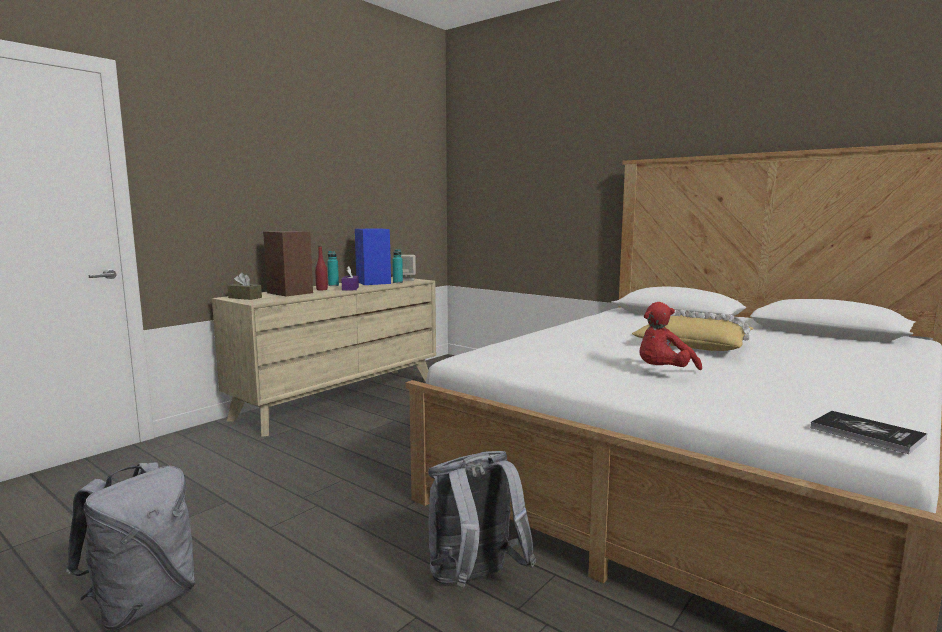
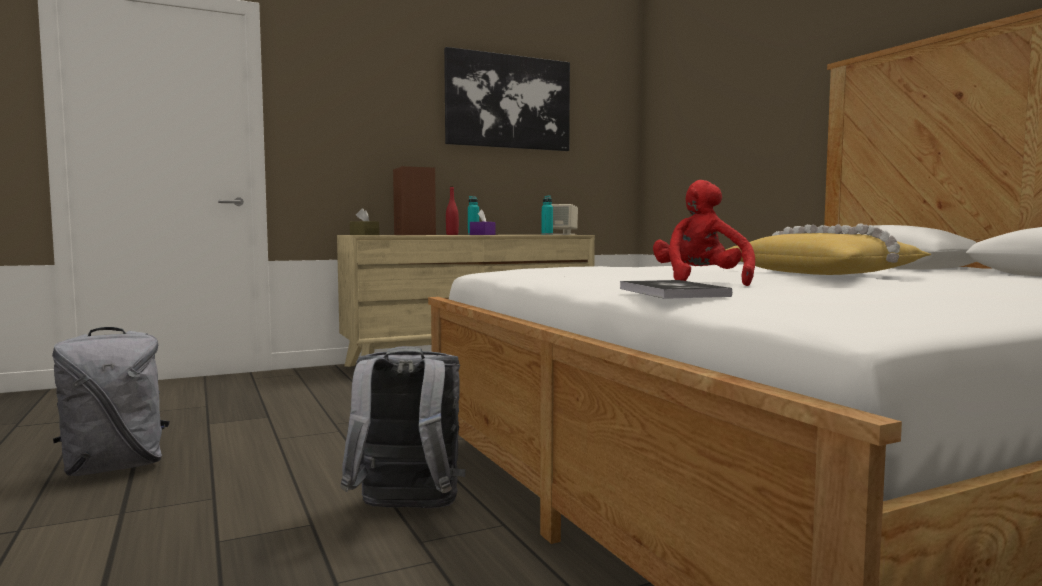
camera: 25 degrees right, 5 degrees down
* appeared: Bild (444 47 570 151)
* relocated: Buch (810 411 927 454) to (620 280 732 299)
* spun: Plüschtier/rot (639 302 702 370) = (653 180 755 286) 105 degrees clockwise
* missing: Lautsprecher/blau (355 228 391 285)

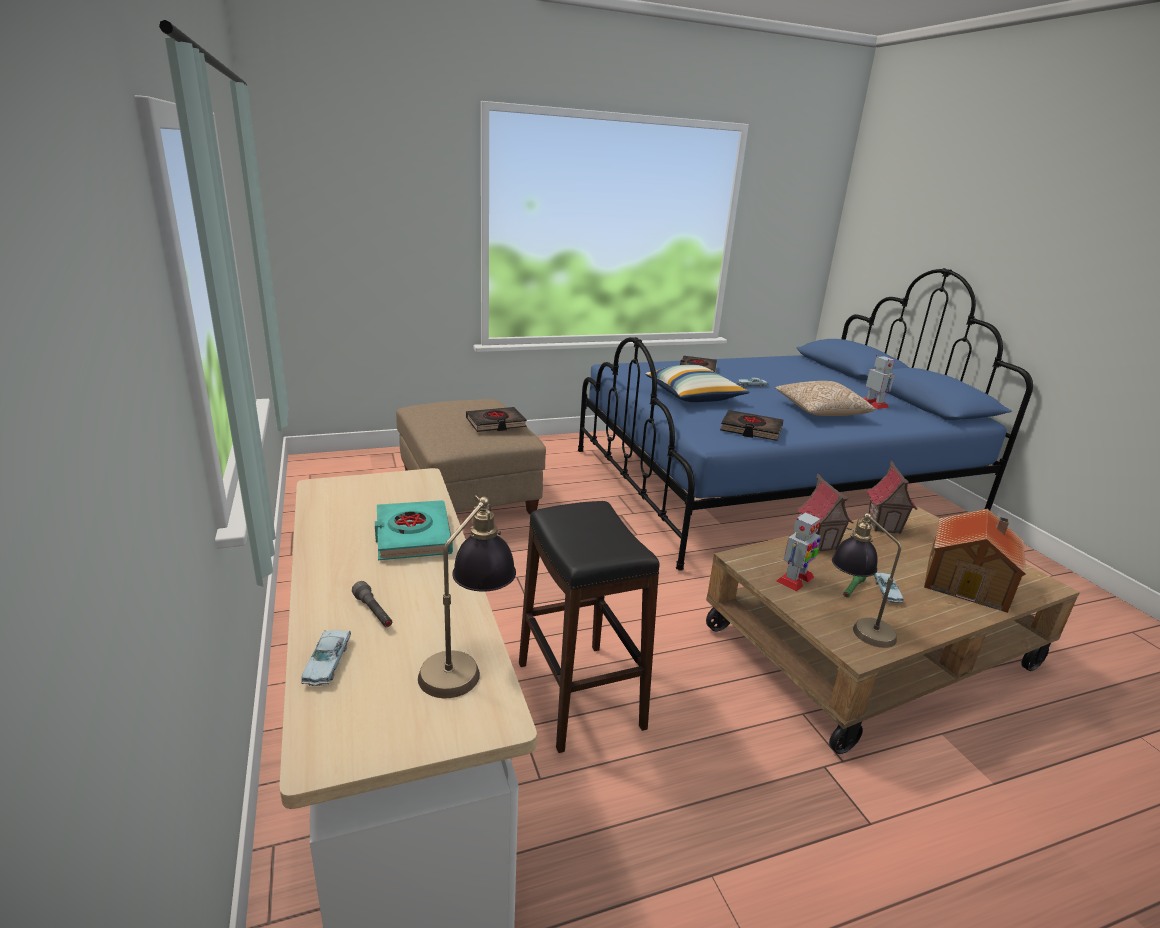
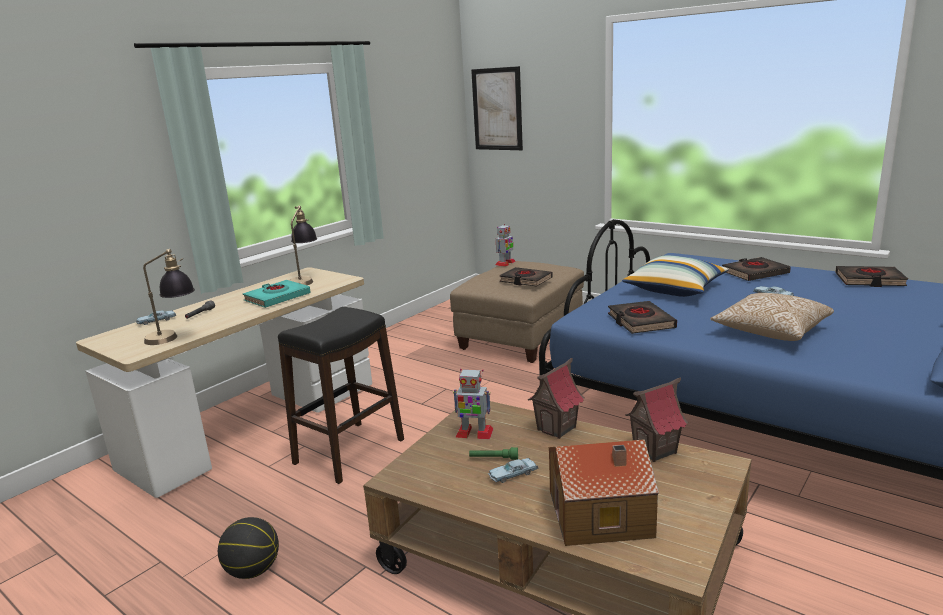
camera: 60 degrees right, 5 degrees down
* appeared: Basketball (218 517 279 579)
* relocated: Tischlampe (832 513 901 648) to (289 206 317 285)
* appeared: Bild (471 66 523 150)
* relocated: Spielzeugroboter (863 355 895 409) to (495 224 516 267)
* appeared: Buch/schwarz (835 266 908 287)

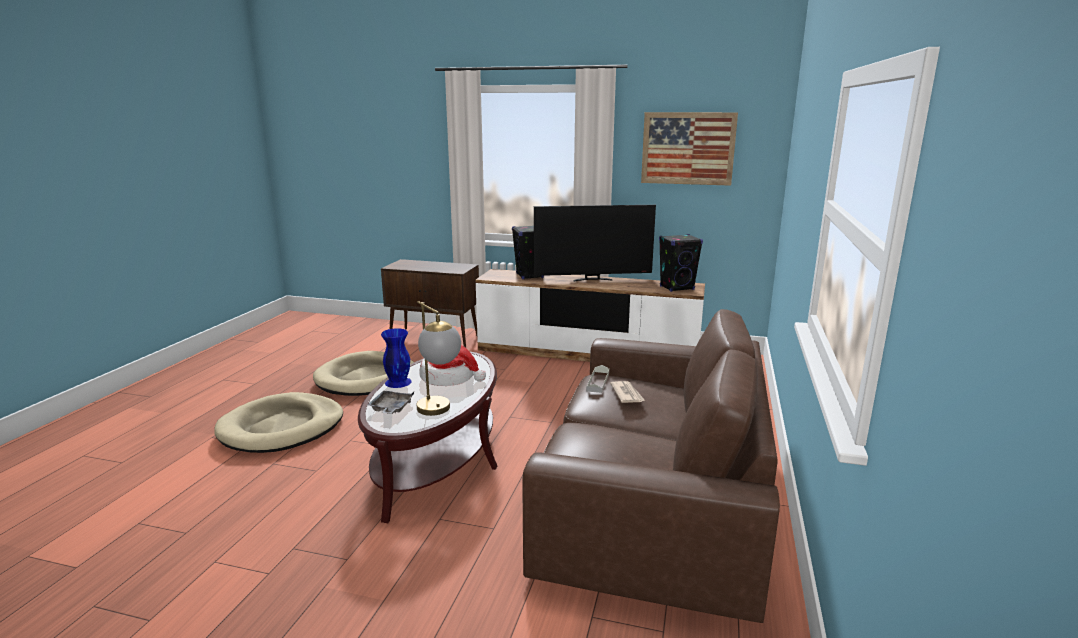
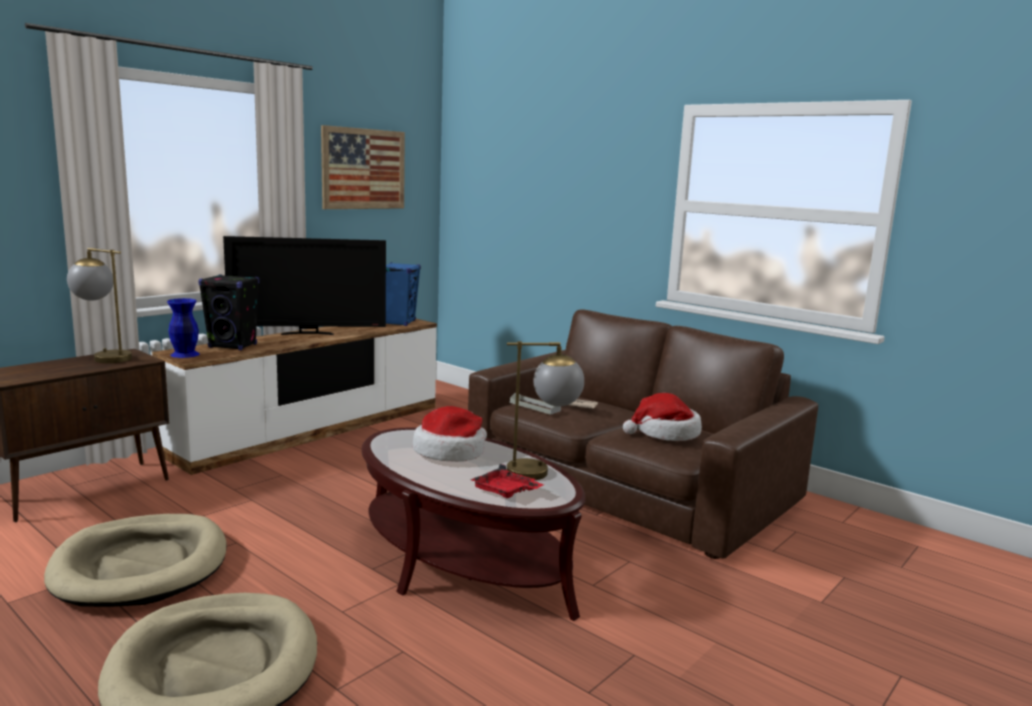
camera: 65 degrees left, 5 degrees down
* appeared: Tischlampe (67 248 132 363)
* relocated: Vase/blau (381 328 412 388) to (167 298 200 358)
* spun: Fernseher (534 205 656 281) = (223 236 386 335) 60 degrees clockwise
* colour: Lautsprecher/schwarz (659 234 703 292) to Lautsprecher/blau (386 262 421 326)
* colour: Tablett/grau (367 391 414 414) to Tablett/rot (471 464 544 498)
* appeared: Hut (623 393 702 441)

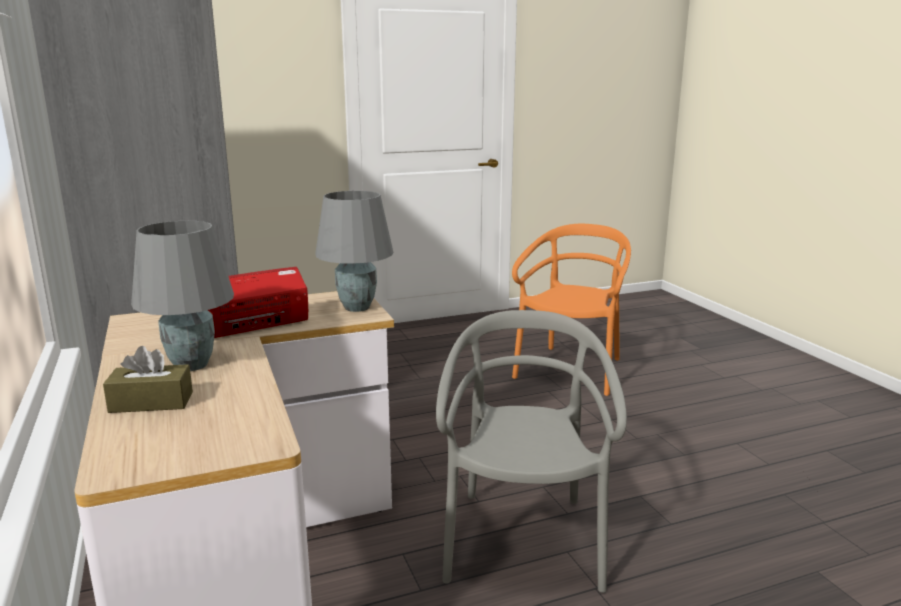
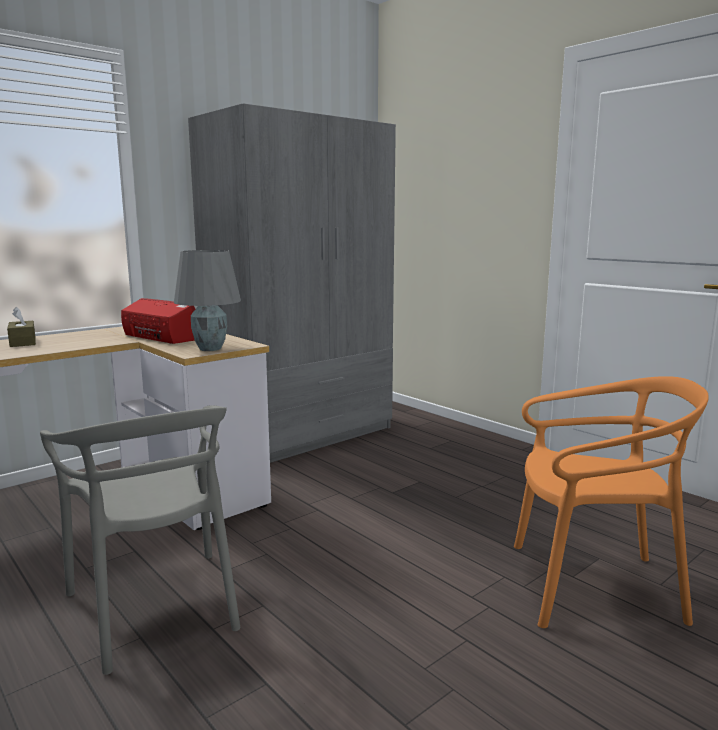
camera: 70 degrees right, 5 degrees down
* spun: Stuhl/grau (436 310 627 593) = (40 405 240 675) 75 degrees clockwise
* missing: Tischlampe/grau (131 221 234 371)

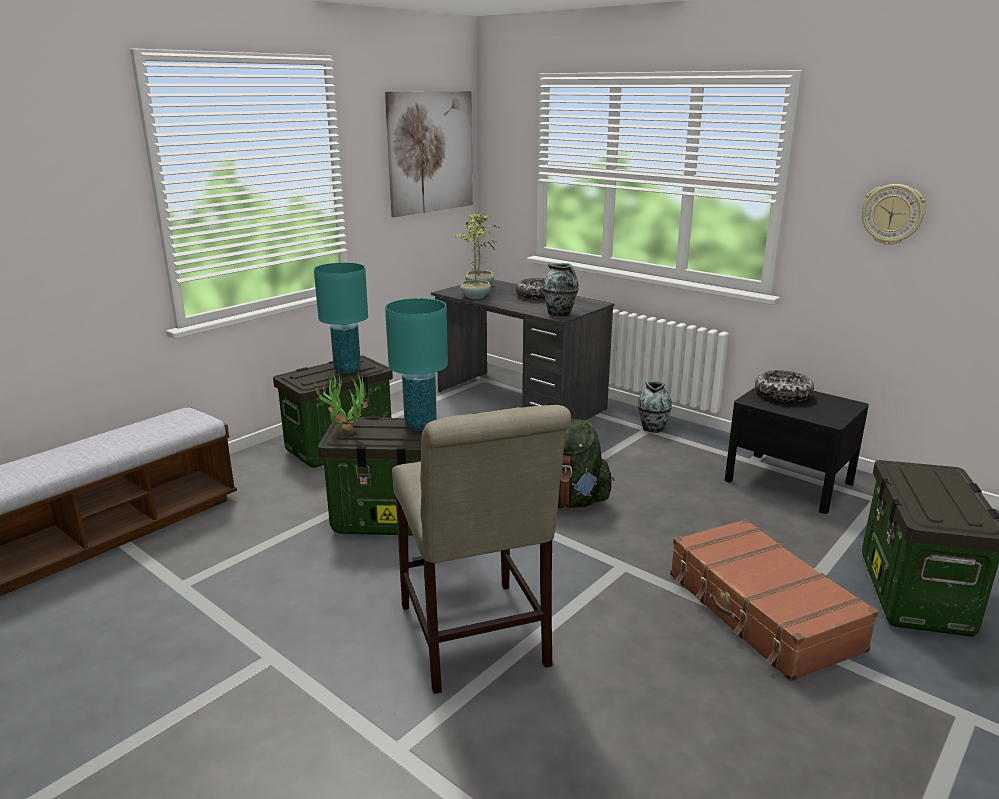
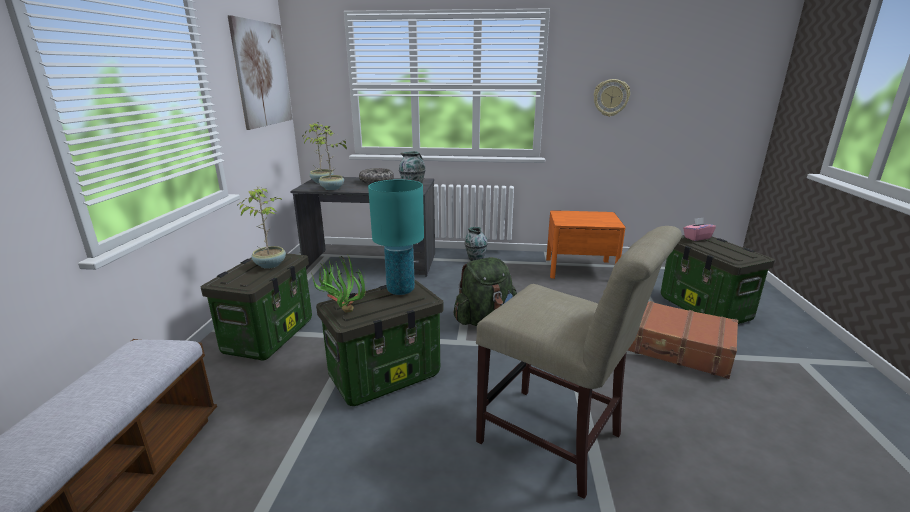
camera: 35 degrees left, 0 degrees up
* exchanged: Tischlampe/türkis (314 262 368 373) to Topfpflanze (237 188 286 269)
* colour: Nachttisch/schwarz (725 388 869 514) to Nachttisch/orange (546 210 626 279)
* appeared: Taschentuchbox/rosa (683 217 716 241)
* missing: Schüssel (755 370 814 402)

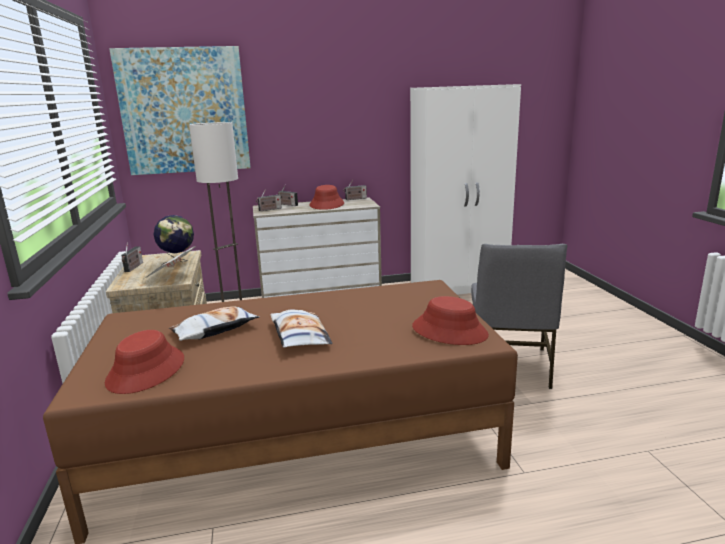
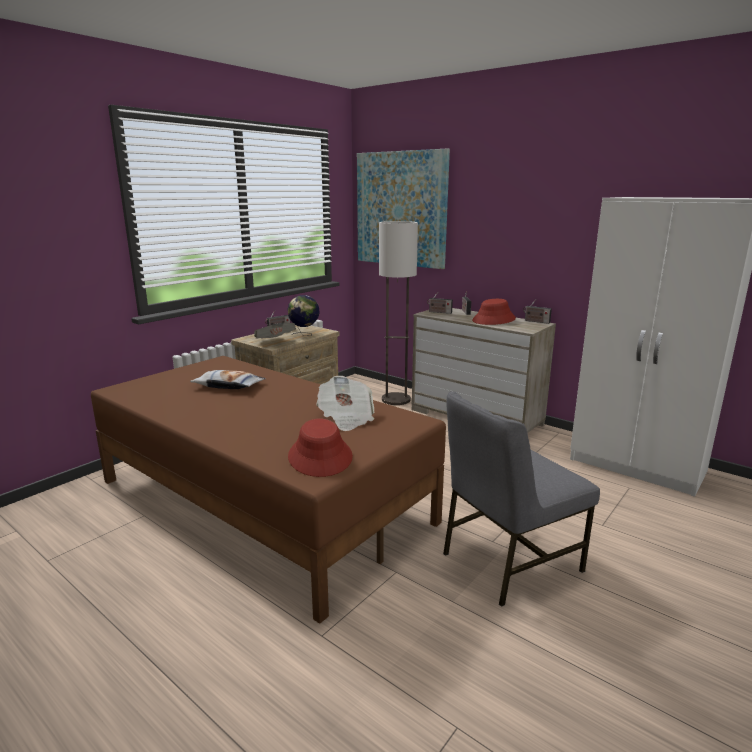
camera: 50 degrees right, 0 degrees up
* appeared: Zeitung (316 376 374 431)
* missing: Hut/rot (105 330 184 394)
* missing: Kissen (270 309 333 348)

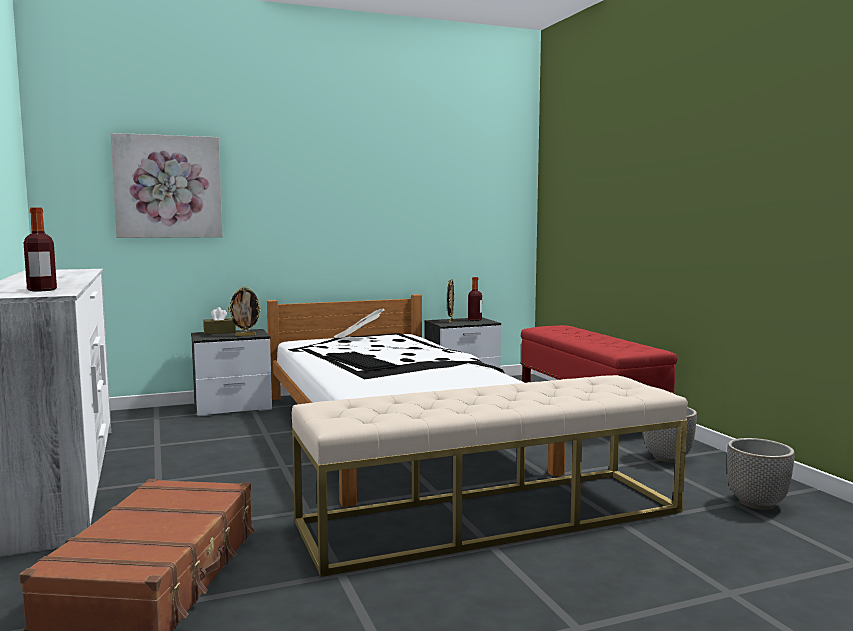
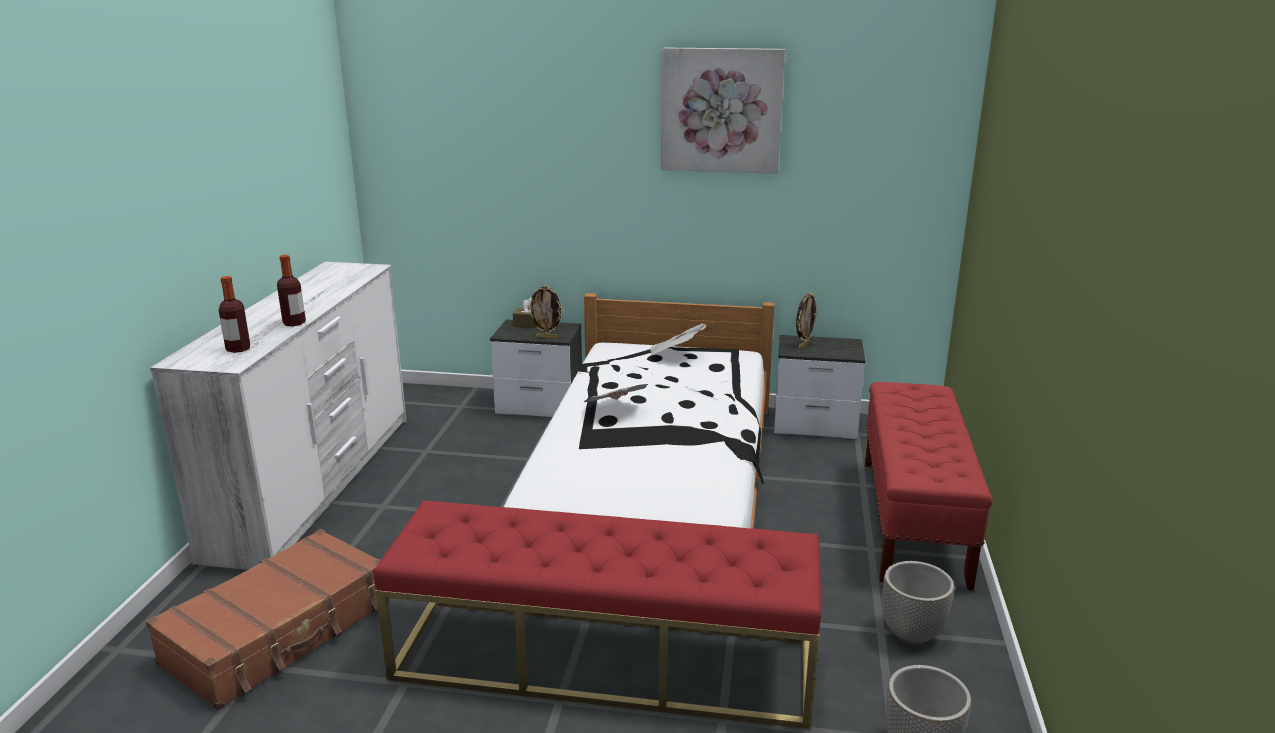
camera: 30 degrees right, 15 degrees up
* relocated: Flasche (468 277 482 321) to (277 255 306 326)
* colour: Bank/beige (292 375 688 577) to Bank/rot (373 500 821 729)
* exchanged: Tastatur (324 351 400 371) to Zeitung (584 384 648 402)
* relocated: Bild (110 133 223 238) to (661 47 785 174)

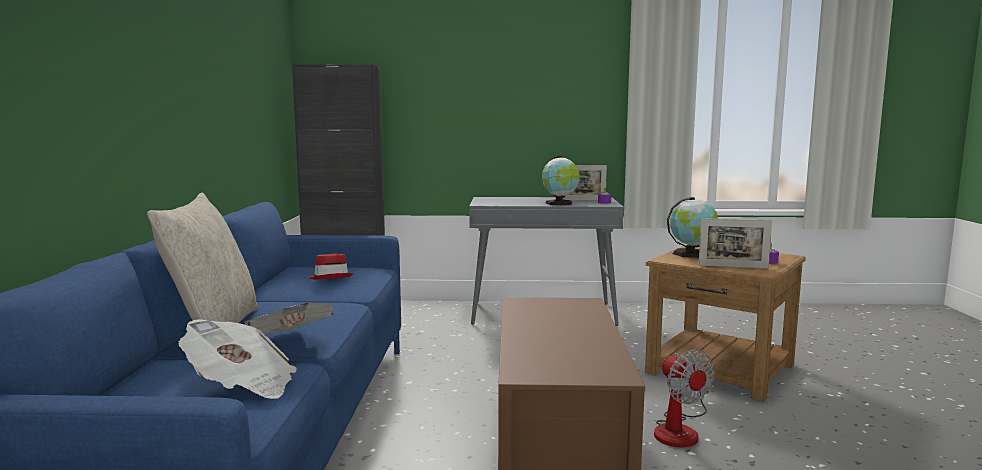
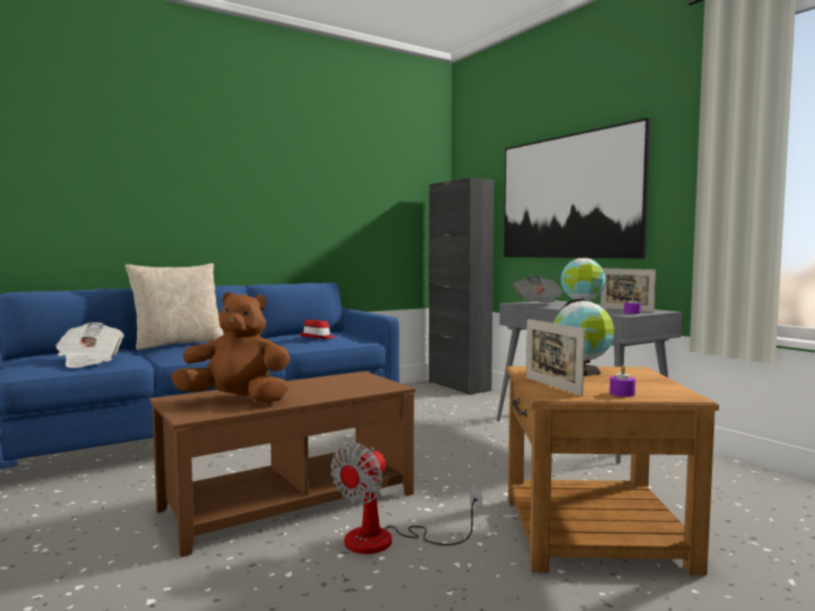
camera: 55 degrees right, 5 degrees down
* appeared: Plüschtier/braun (171 292 290 403)
* appeared: Bild (504 118 651 258)
* relocated: Zeitung (244 302 334 334) to (512 276 563 303)

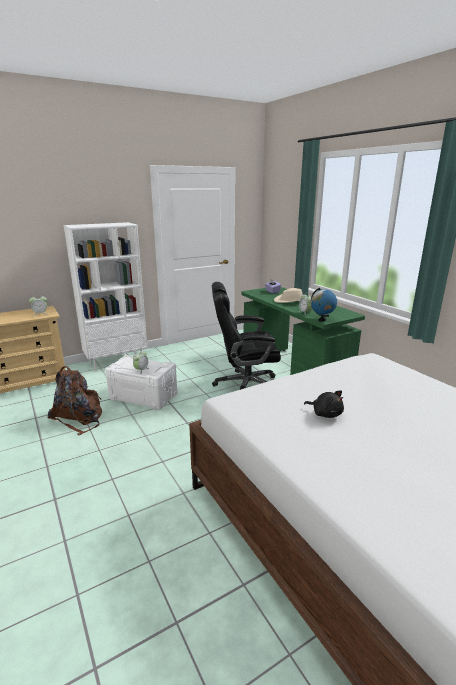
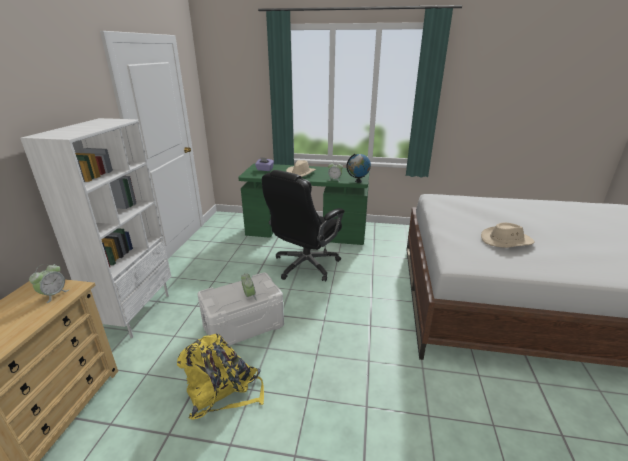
camera: 50 degrees left, 5 degrees up
* colour: Rucksack/braun (48 366 102 436) to Rucksack/gelb (177 334 264 420)
* exchanged: Plüschtier/schwarz (304 391 344 418) to Hut/beige (481 223 535 248)

